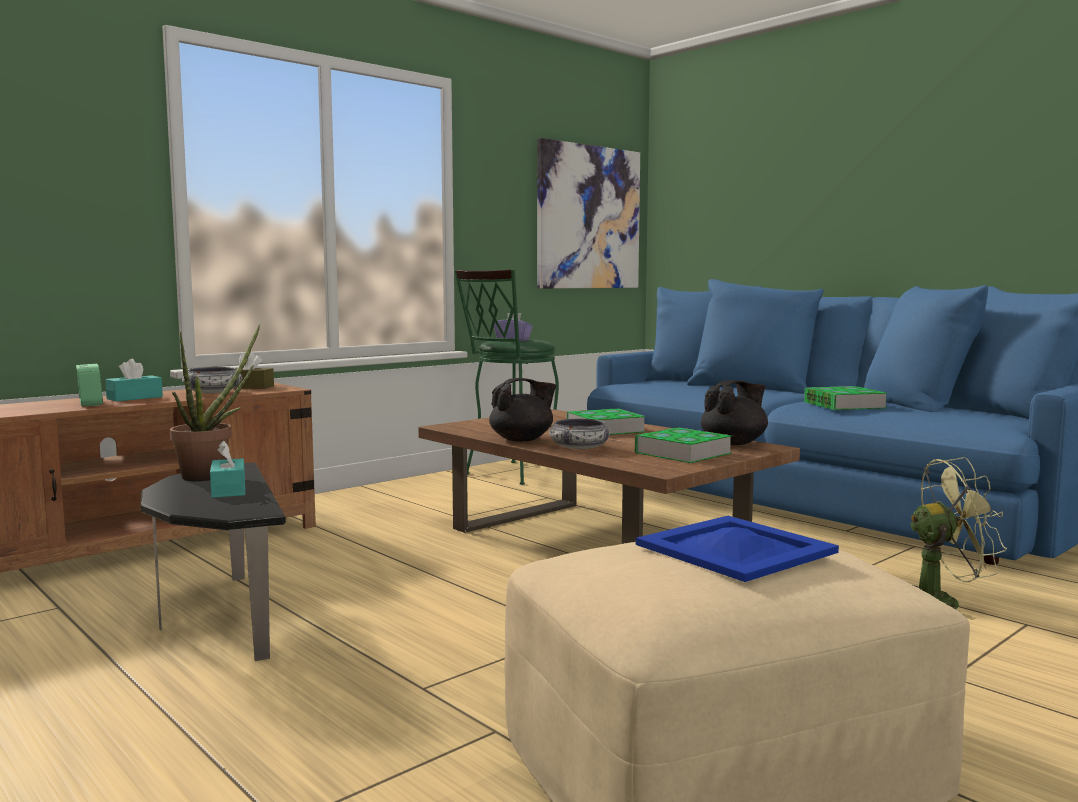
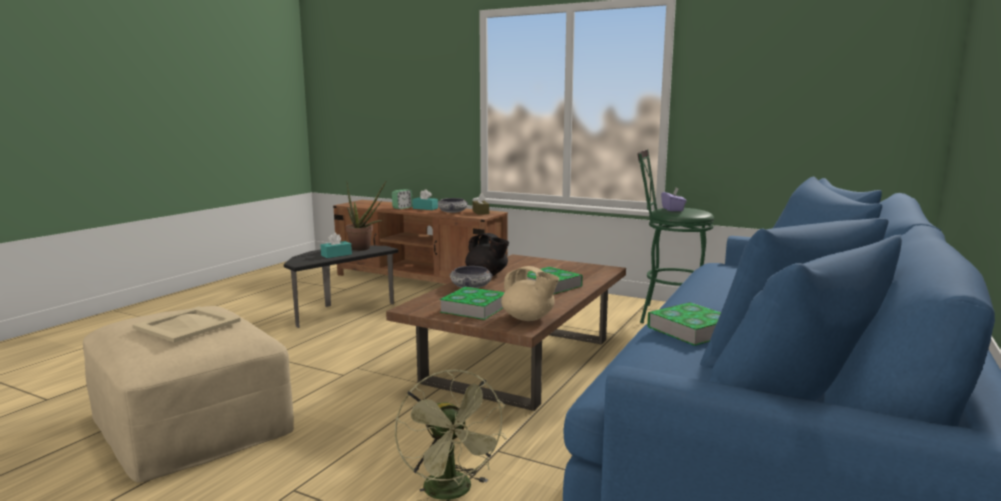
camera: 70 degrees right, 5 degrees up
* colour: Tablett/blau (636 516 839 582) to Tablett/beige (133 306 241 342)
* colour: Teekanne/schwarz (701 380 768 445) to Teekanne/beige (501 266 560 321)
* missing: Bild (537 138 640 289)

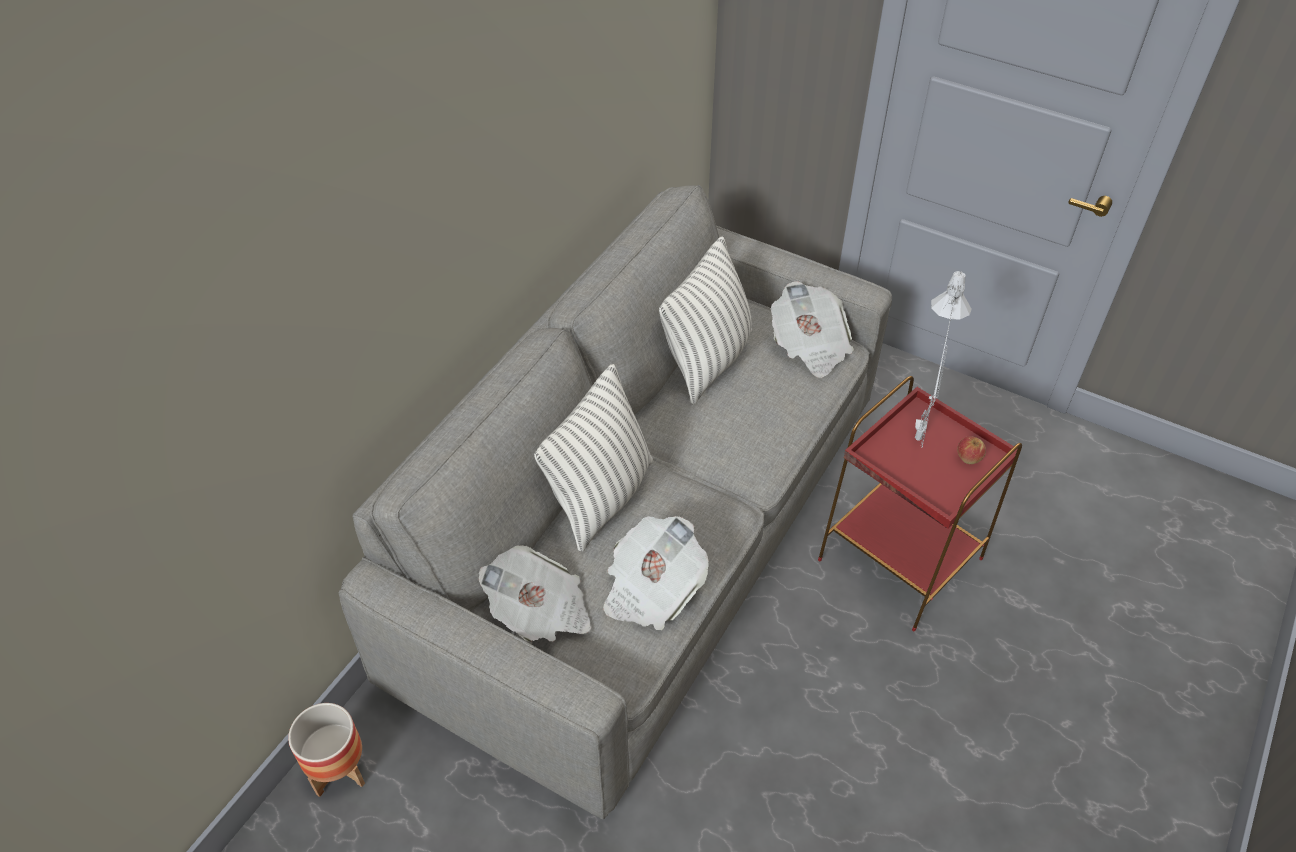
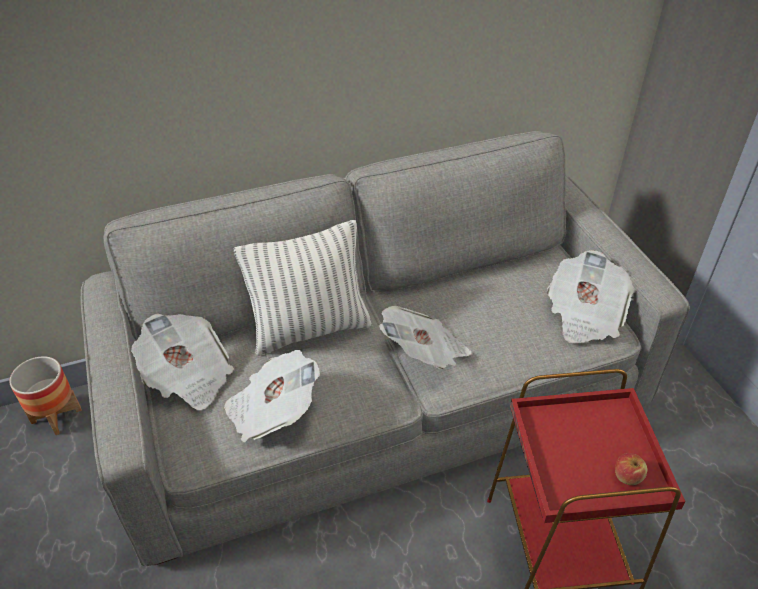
camera: 40 degrees right, 5 degrees down
* appeared: Zeitung (379 306 472 369)
* missing: Kissen (659 236 752 405)
* missing: Tischlampe/grau (915 271 972 447)

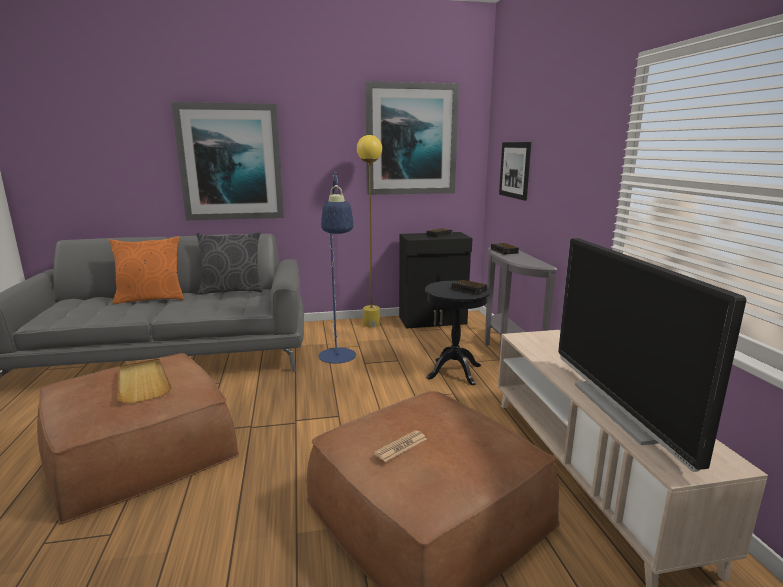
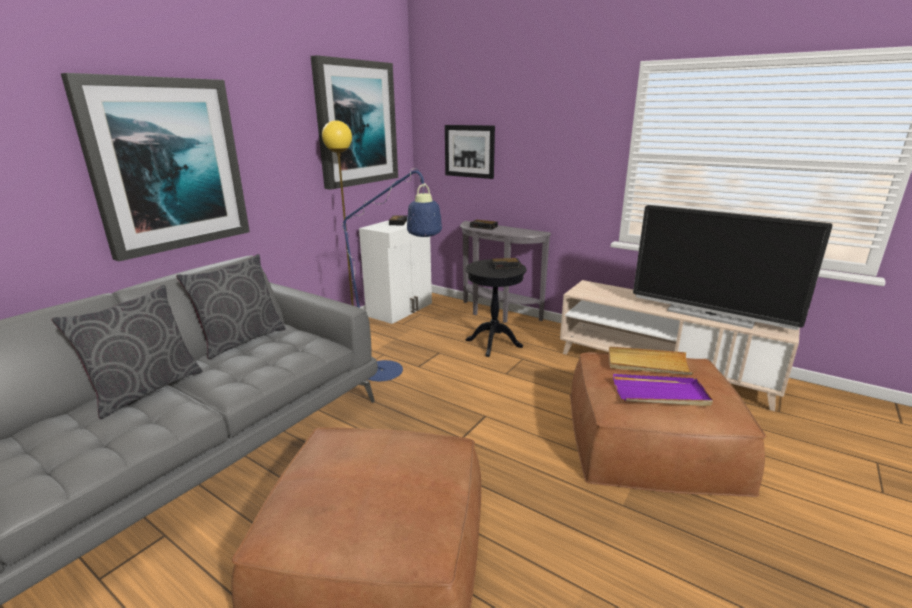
camera: 45 degrees left, 5 degrees up
* colour: Kissen/orange (109 236 184 304) to Kissen/grau (52 285 202 419)
* colour: Schrank/schwarz (399 232 472 328) to Schrank/weiß (359 220 432 324)
* relocated: Tablett/beige (117 358 172 403) to (609 346 694 375)
* exchanged: Zeitung (374 430 427 462) to Tablett/lila (613 374 713 406)

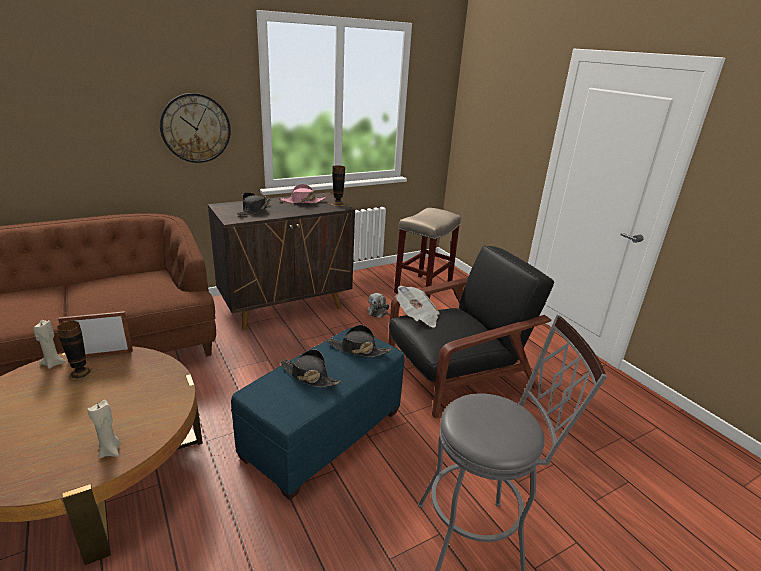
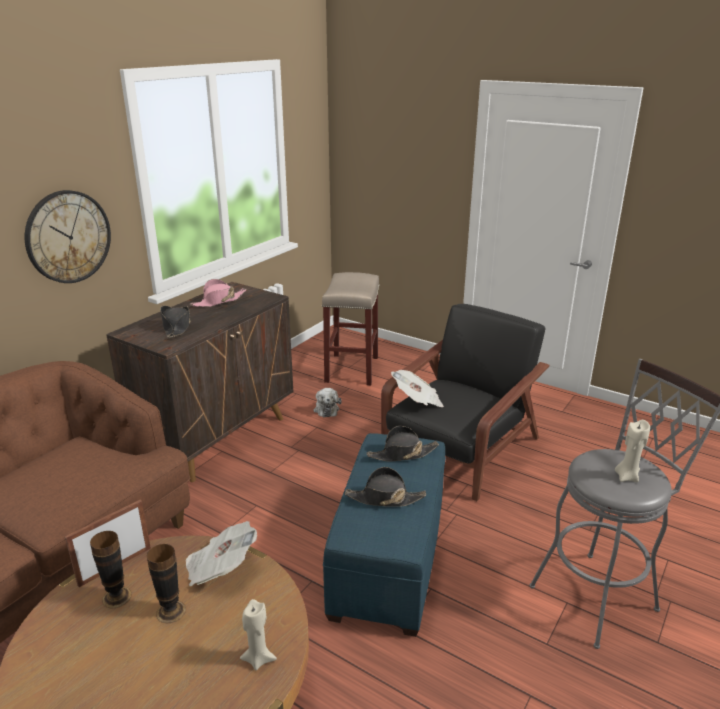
camera: 25 degrees left, 0 degrees up
* relocated: Vase (331 165 345 206) to (147 544 186 623)
* appeared: Zeitung (186 521 257 587)
* relocated: Kerze/beige (33 320 66 369) to (615 420 650 482)

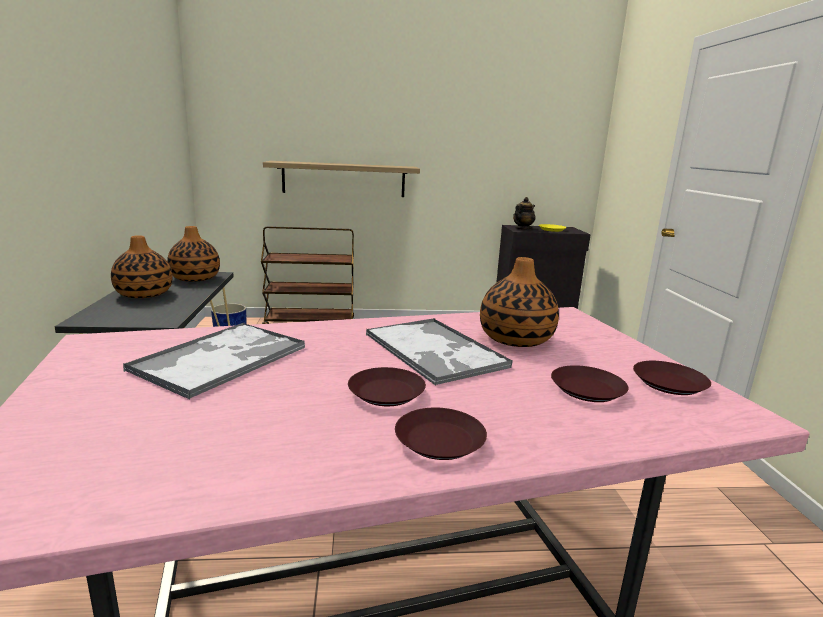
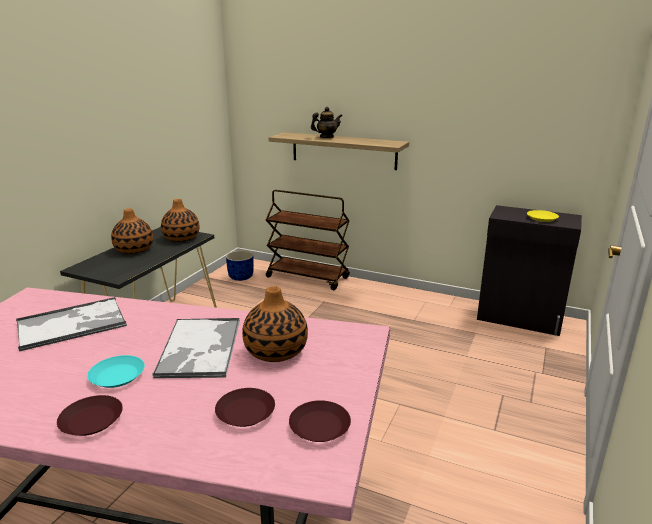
camera: 30 degrees right, 5 degrees up
* colour: Teller/braun (348 367 426 406) to Teller/türkis (87 355 145 388)
* relocated: Teekanne (513 197 536 230) to (311 107 342 138)

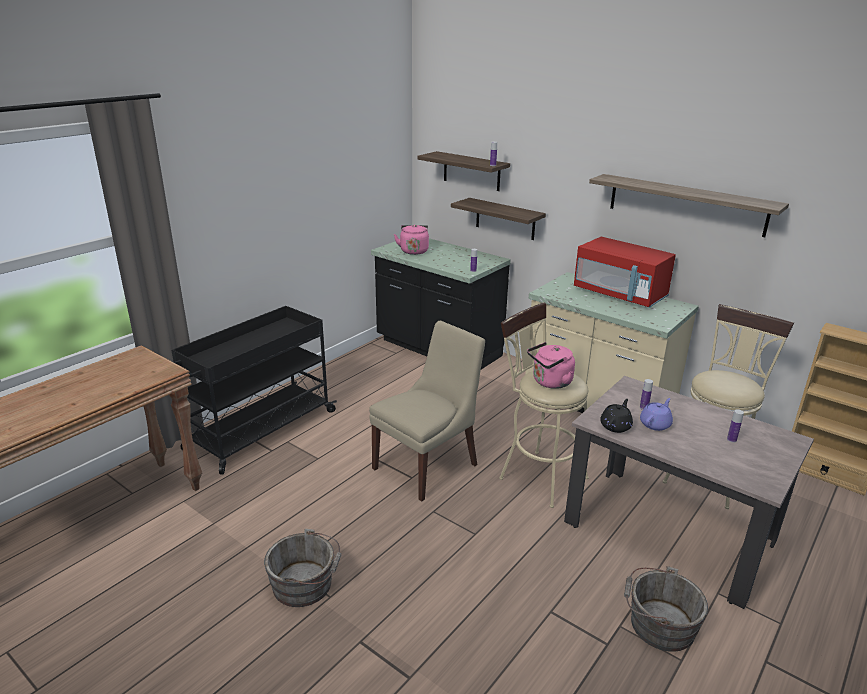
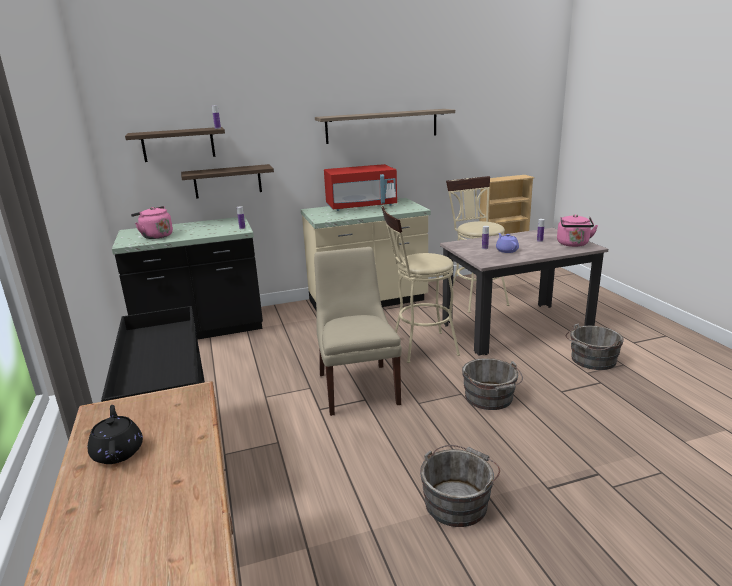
camera: 55 degrees left, 5 degrees down
* relocated: Teekanne/schwarz (600 399 633 433) to (88 405 143 464)
* appeared: Eimer/grau (462 358 523 410)
* relocated: Wasserkessel/rosa (527 342 575 389) to (557 214 598 247)

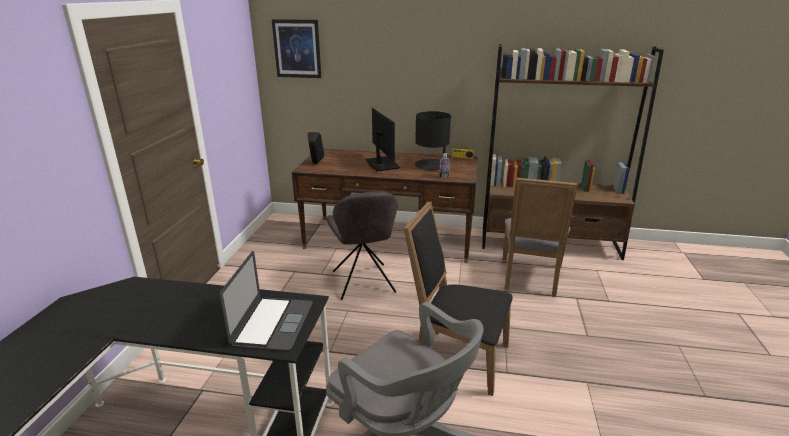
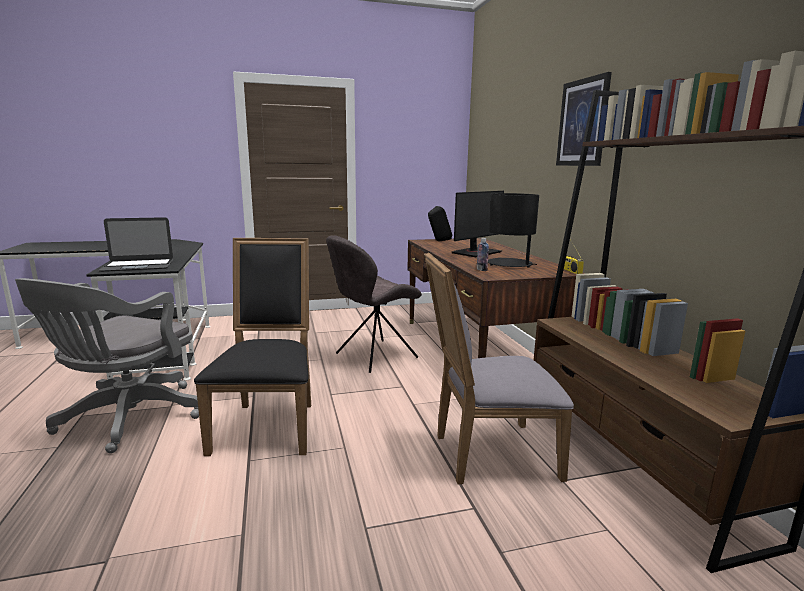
camera: 65 degrees right, 10 degrees down
* relocated: Bild (272 19 321 78) to (556 72 612 166)

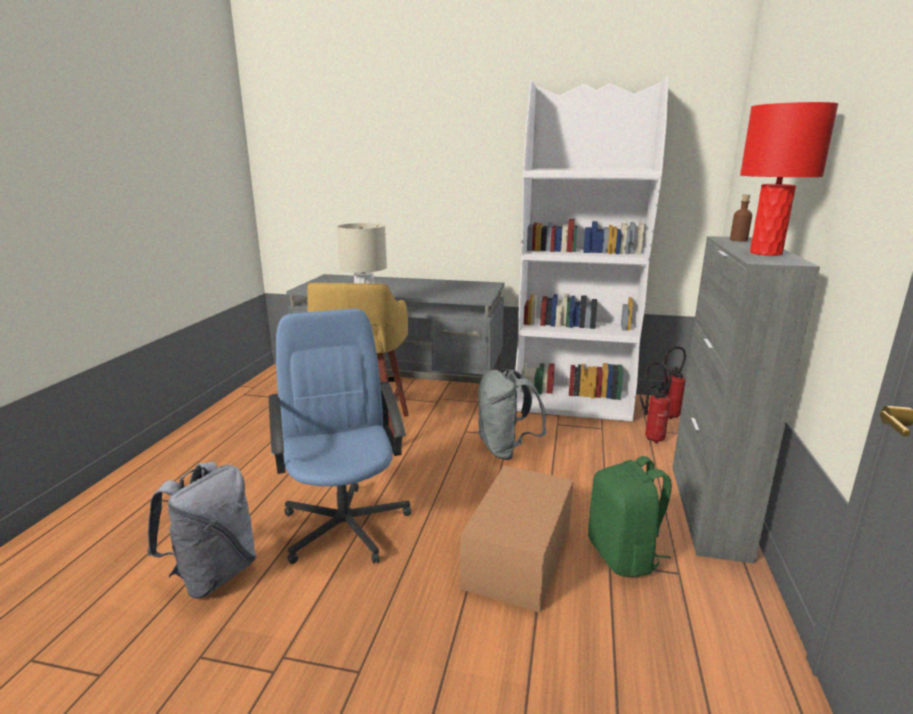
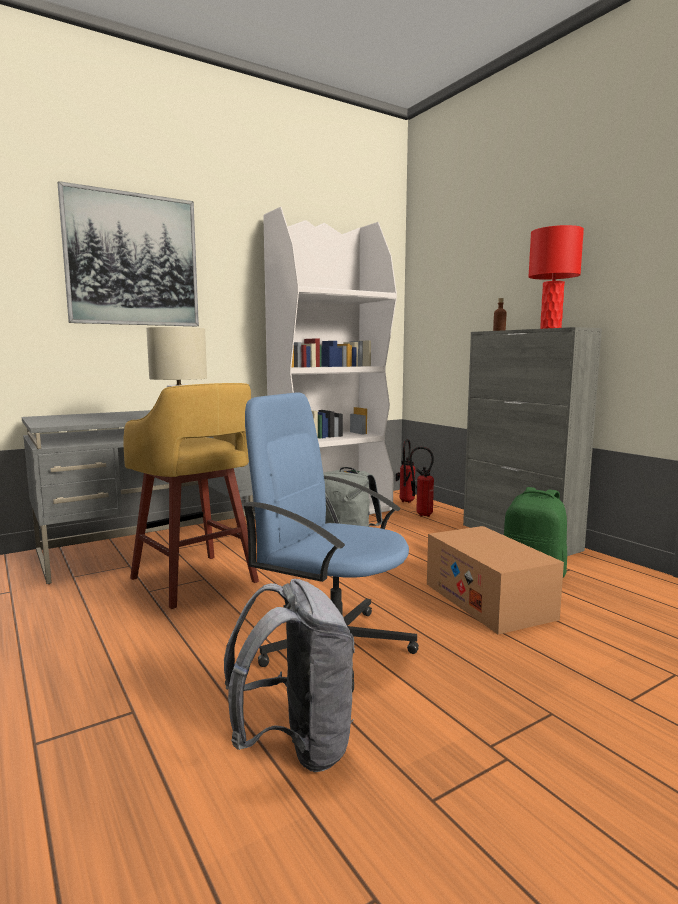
camera: 45 degrees left, 10 degrees down
* appeared: Bild (58 181 199 326)

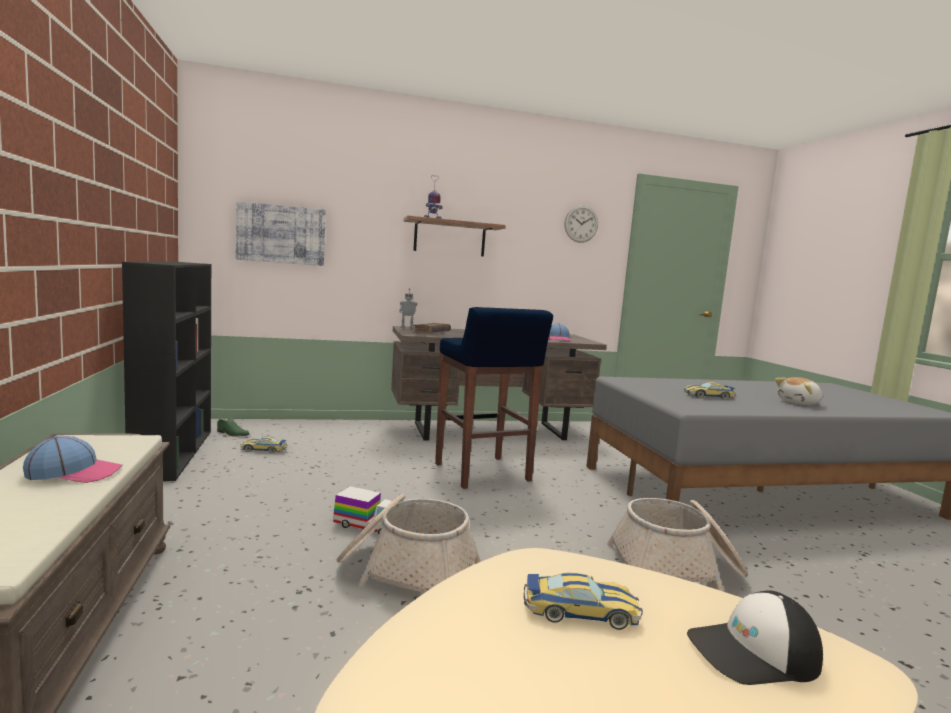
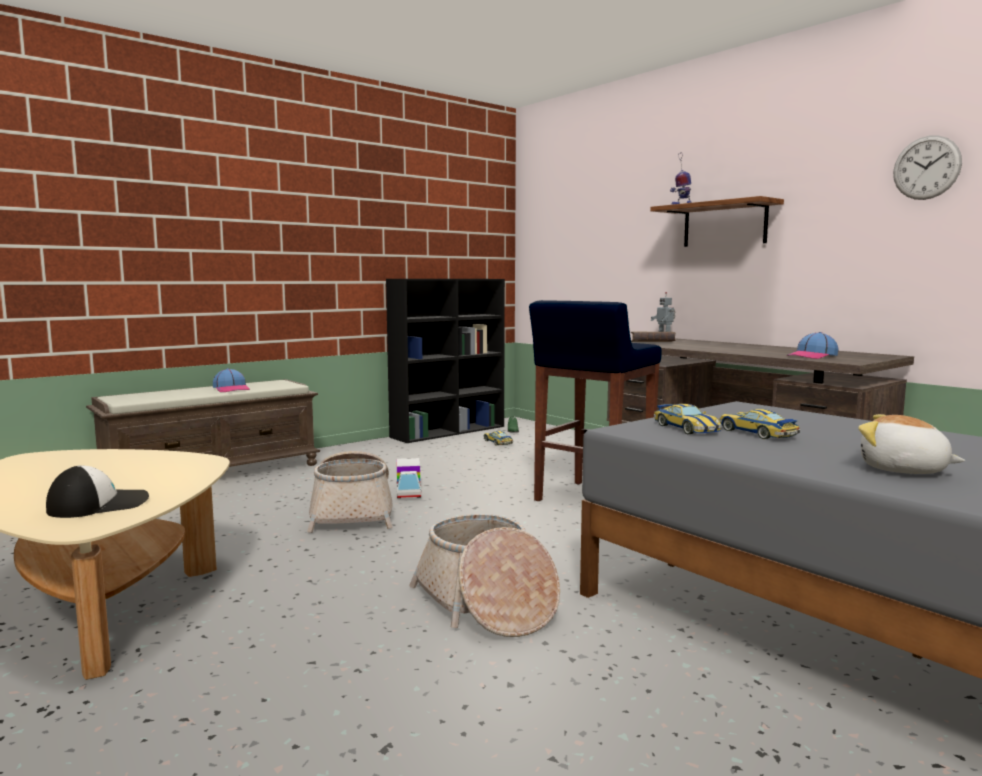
camera: 65 degrees right, 0 degrees up
* spun: Kappe (687 590 823 685) = (46 465 149 518) 90 degrees clockwise
* relocated: Spielzeugauto (523 573 643 630) to (654 404 722 434)
* missing: Bild (236 201 326 266)

